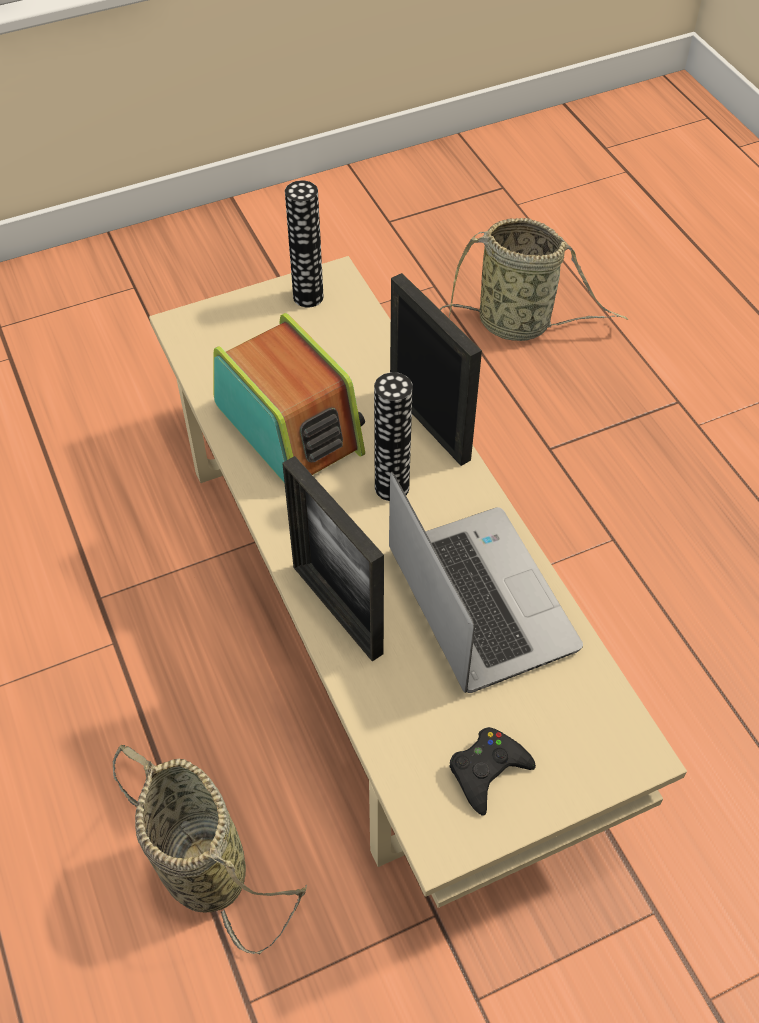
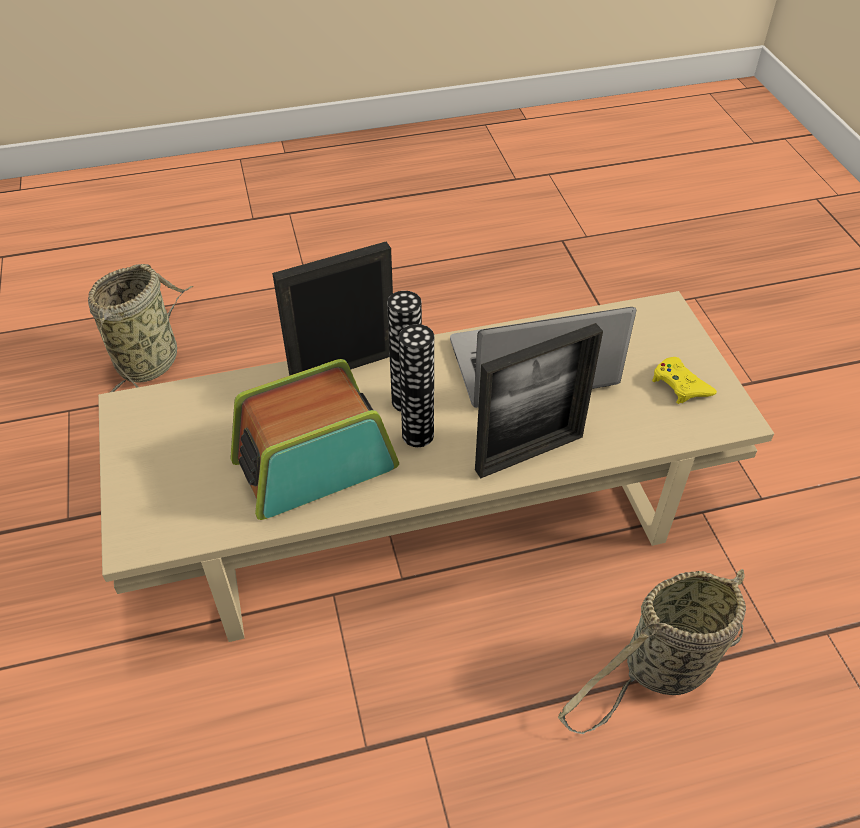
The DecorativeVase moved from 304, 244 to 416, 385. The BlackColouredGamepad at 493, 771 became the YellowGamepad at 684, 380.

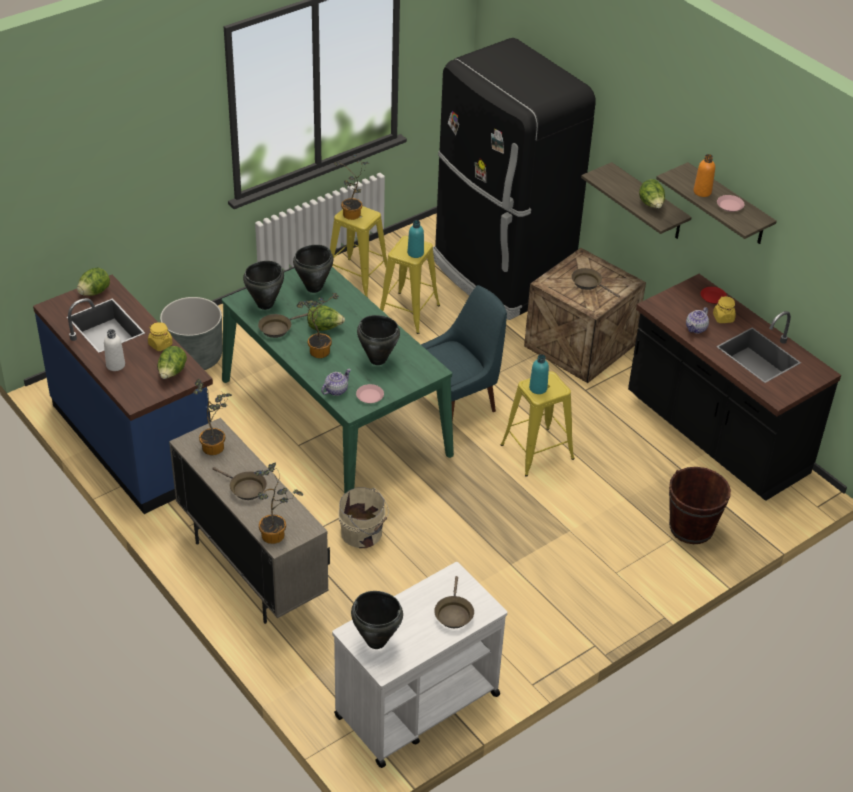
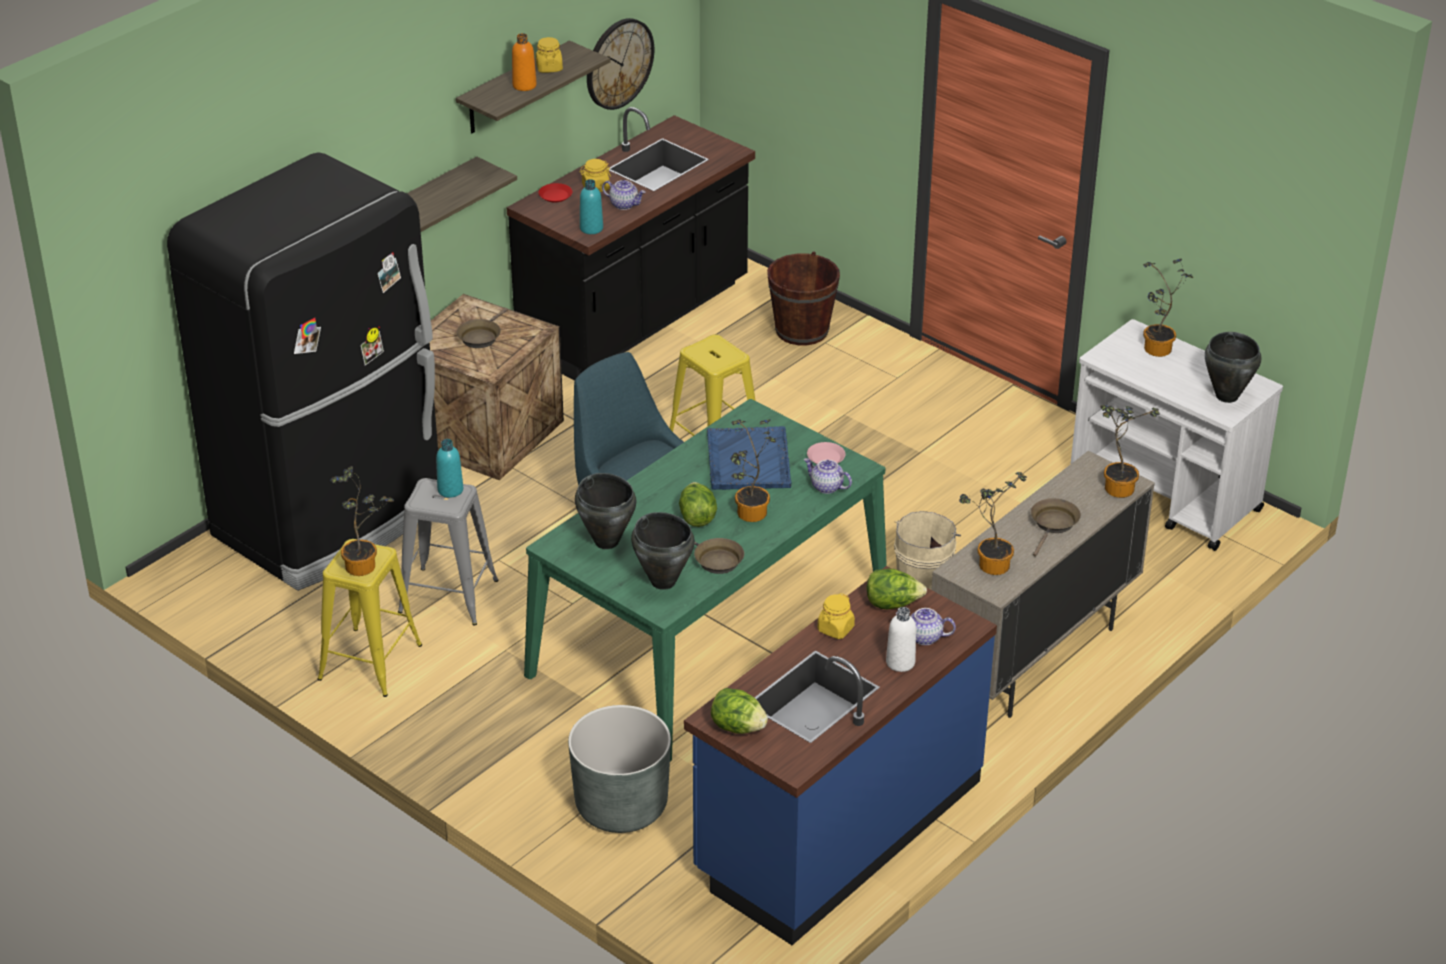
The BlackColouredCookingPot at 378, 340 was replaced by the BlueServingTray at 749, 458. The YellowStool at 410, 285 became the GreyishStool at 448, 552. The BrownPan at 454, 602 was replaced by the PottedPlant at 1168, 308. The TurquoiseColouredBeverageBottle moved from 539, 374 to 591, 206. The Lettuce at 652, 193 disappeared. The PinkPlate at 731, 203 was replaced by the YellowStorageJar at 549, 55. The WallClock at 620, 64 appeared. The TeaPot at 926, 626 appeared.

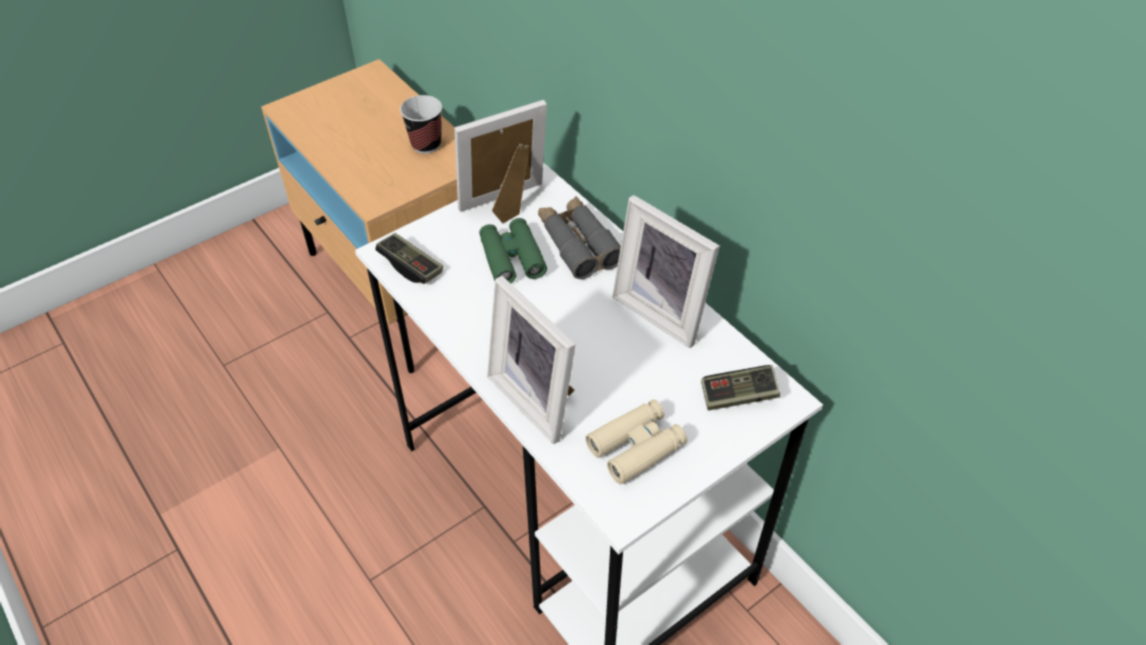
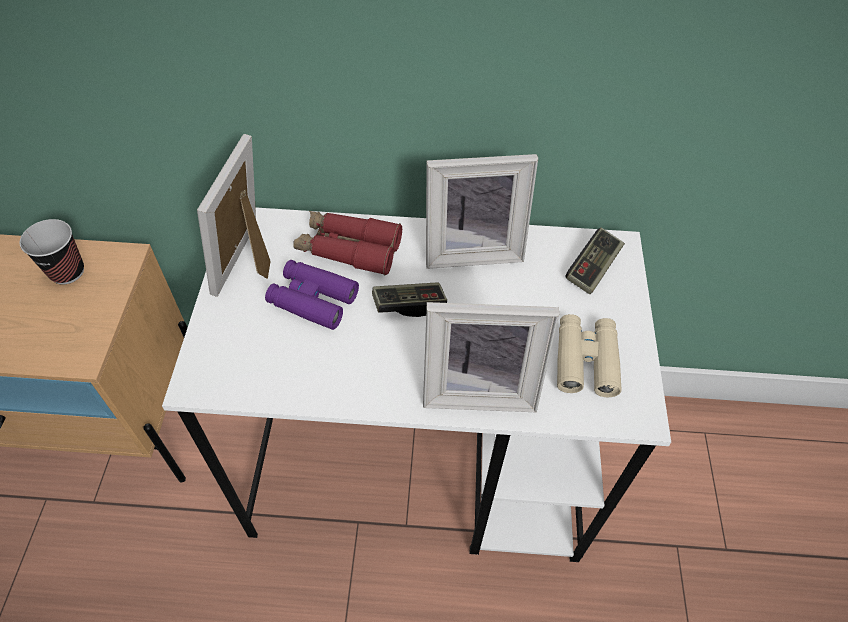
The Gamepad moved from 409, 258 to 409, 299. The GreenFieldGlasses at 513, 250 became the PurpleFieldGlasses at 312, 295. The GreyishFieldGlasses at 579, 237 became the RedColouredFieldGlasses at 347, 243.

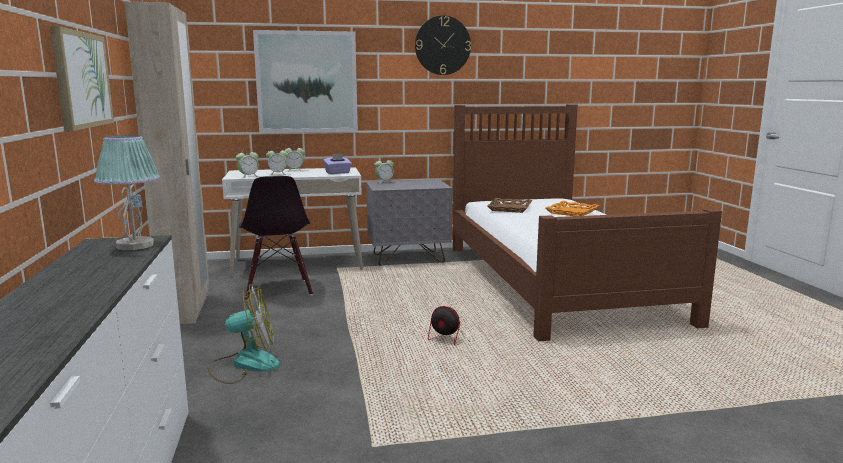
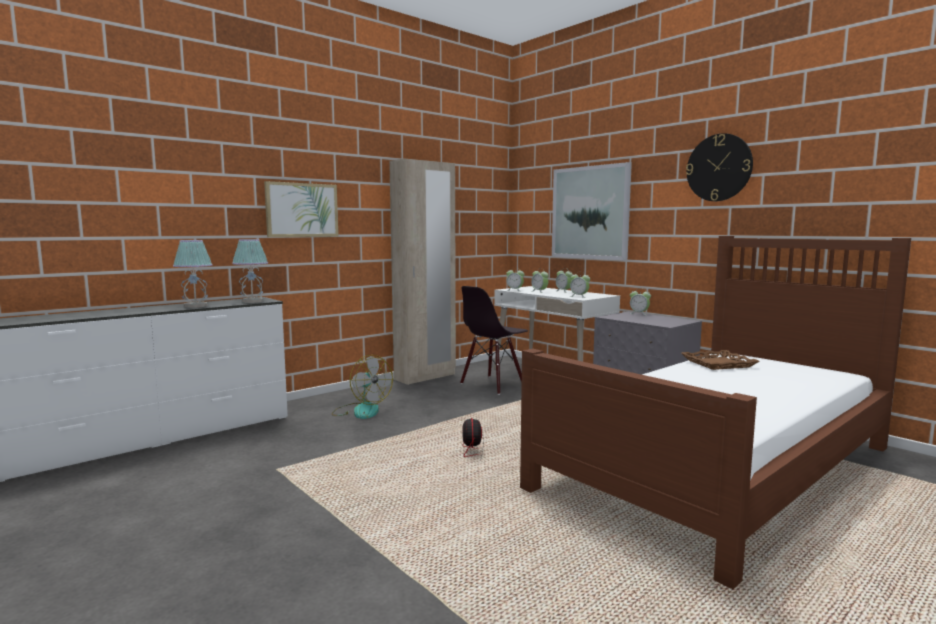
The PurpleBoxOfTissues at 337, 163 was replaced by the AlarmClock at 580, 284. The OrangeyServingTray at 572, 208 disappeared. The TabletopLamp at 193, 274 appeared.

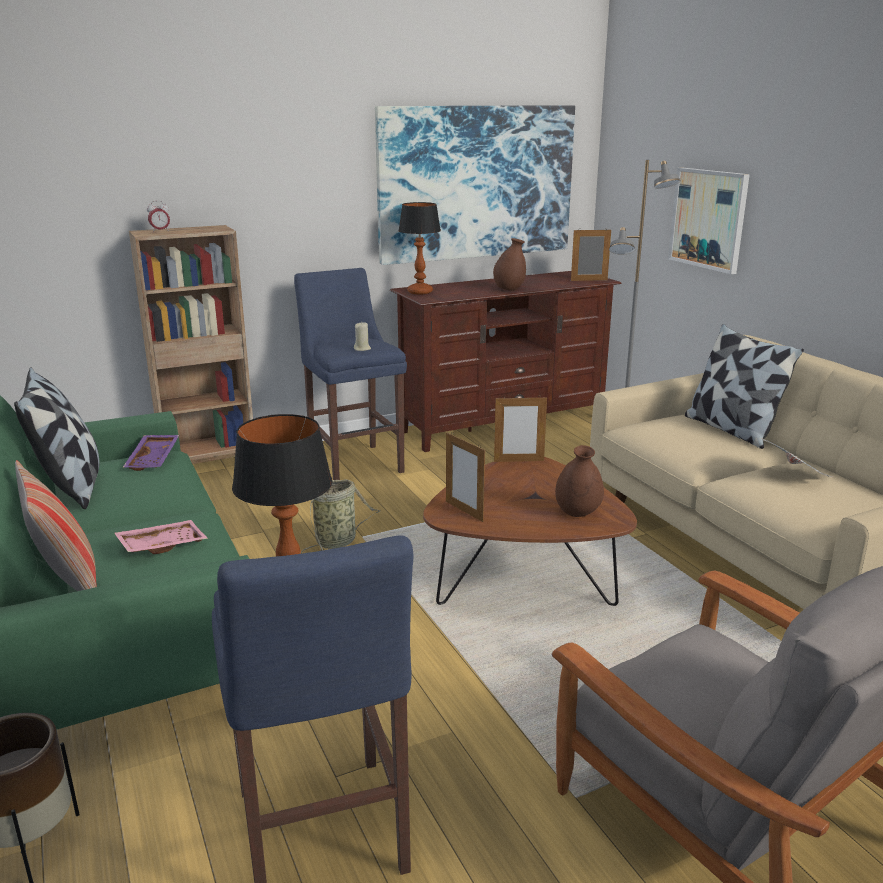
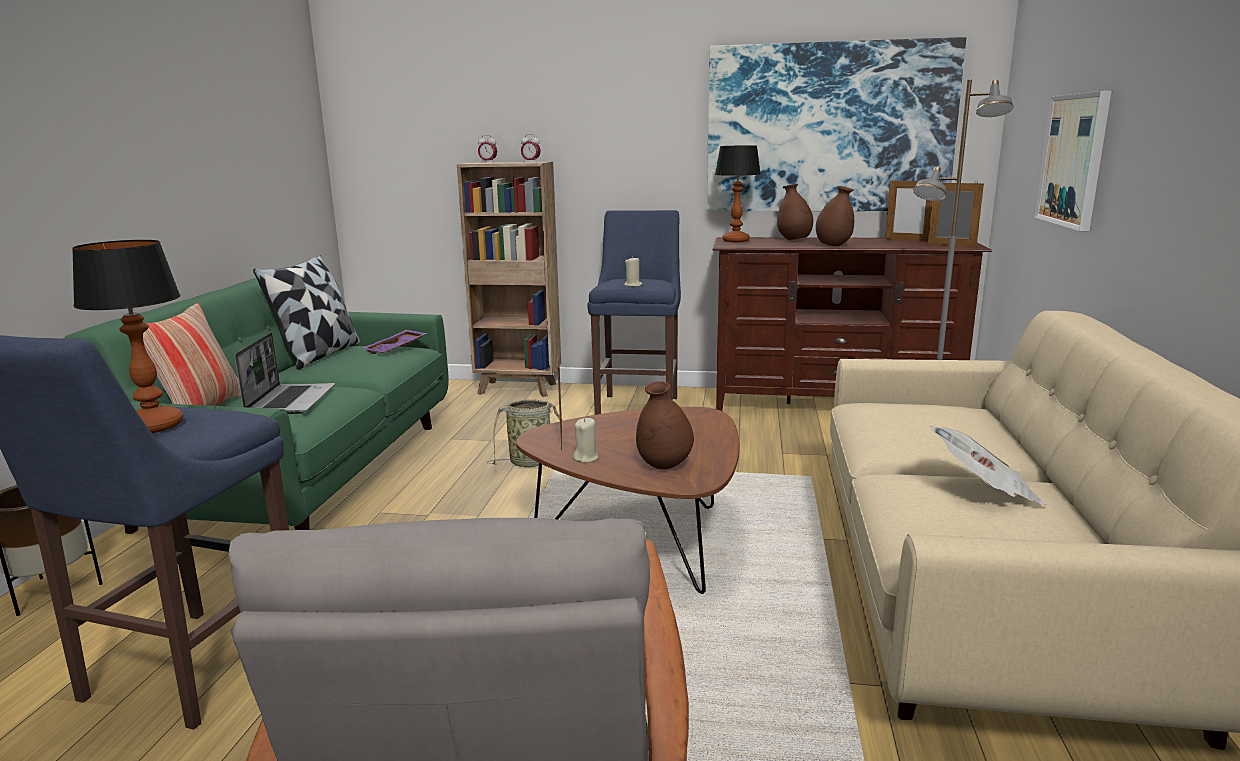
The PinkServingTray at 161, 537 was replaced by the NotebookComputer at 285, 373. The StandingFrame moved from 520, 428 to 908, 211. The Cushion at 744, 386 disappeared. The AlarmClock at 531, 147 appeared. The BeigeColouredWaxLight at 585, 440 appeared. The BrownDecorativeVase at 795, 212 appeared.

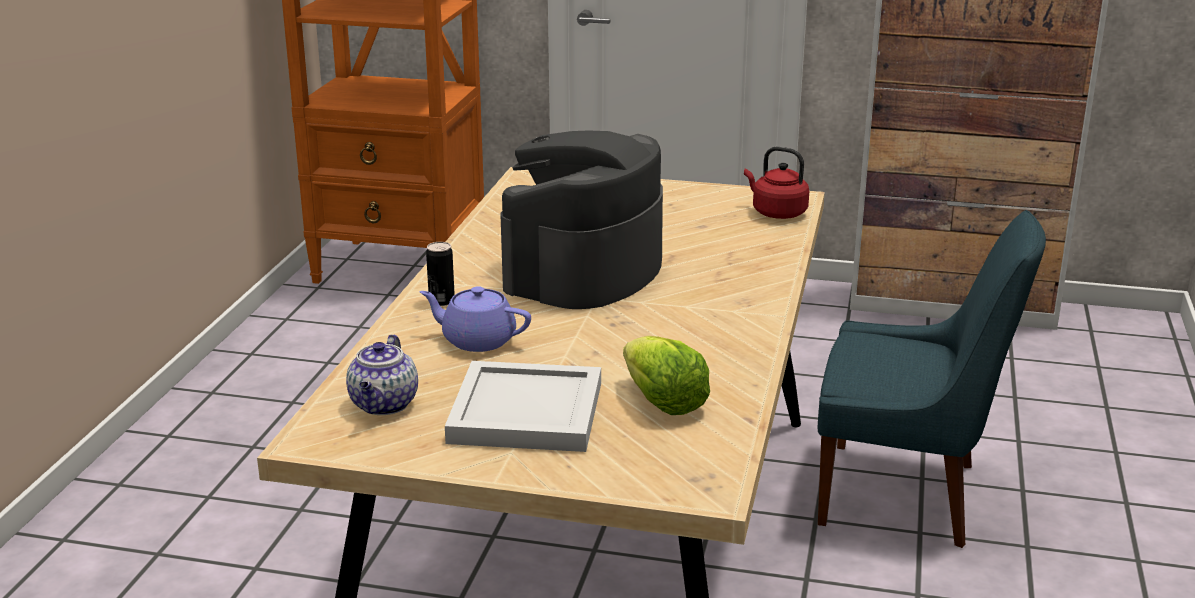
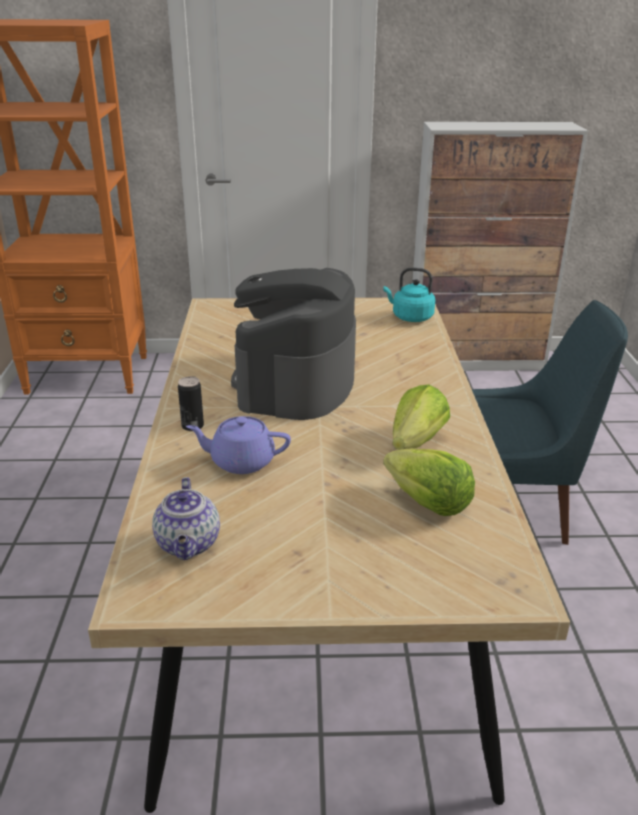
The WhiteServingTray at 523, 406 disappeared. The RedColouredWaterKettle at 776, 182 became the TurquoiseColouredWaterKettle at 409, 295. The Lettuce at 421, 417 appeared.

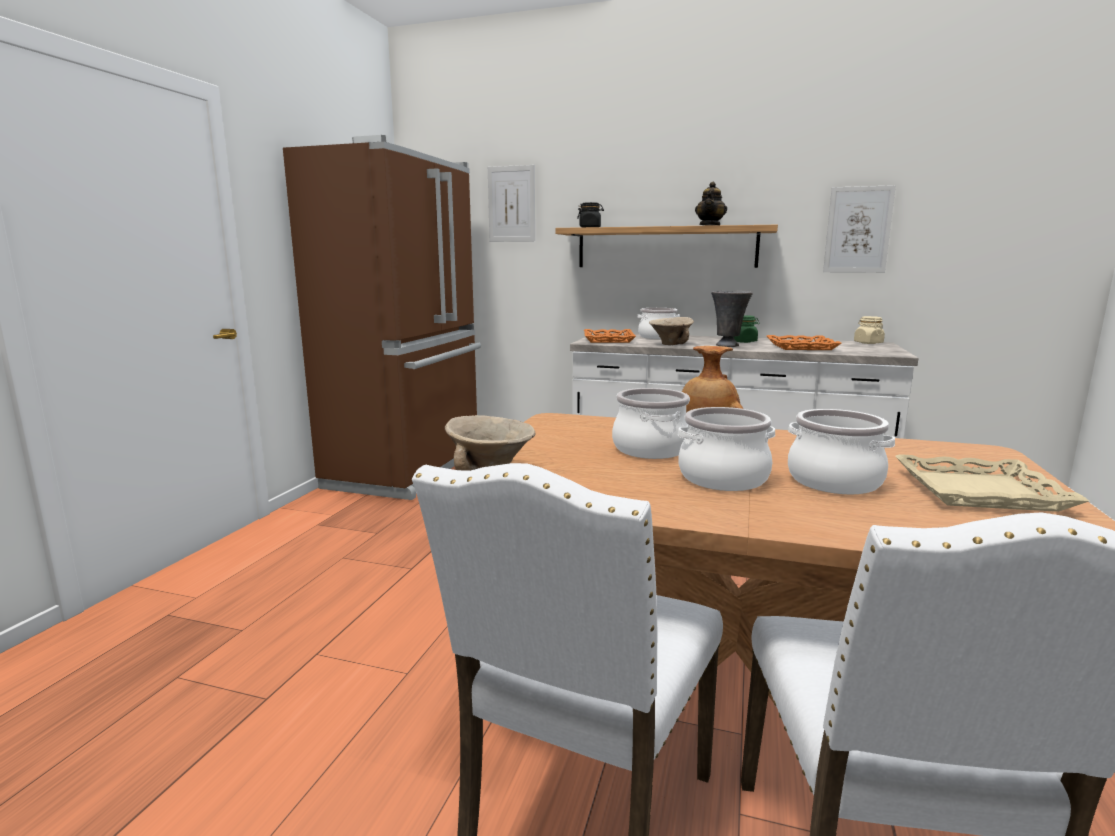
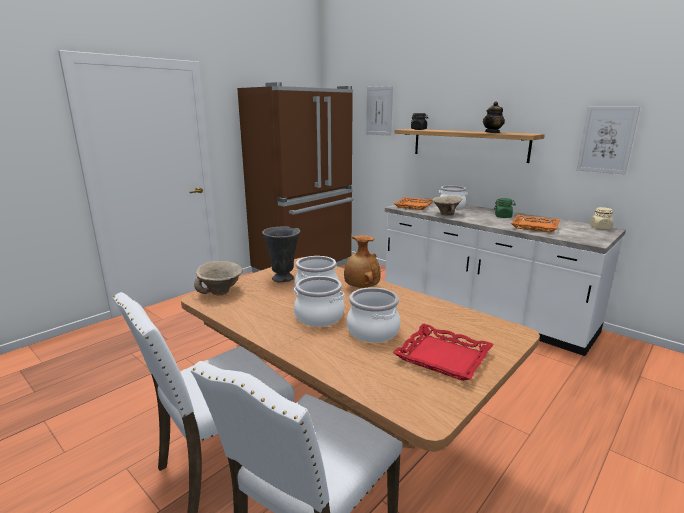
The GreyishDecorativeVase moved from 732, 319 to 281, 254. The BeigeColouredServingTray at 992, 483 became the RedColouredServingTray at 443, 352.

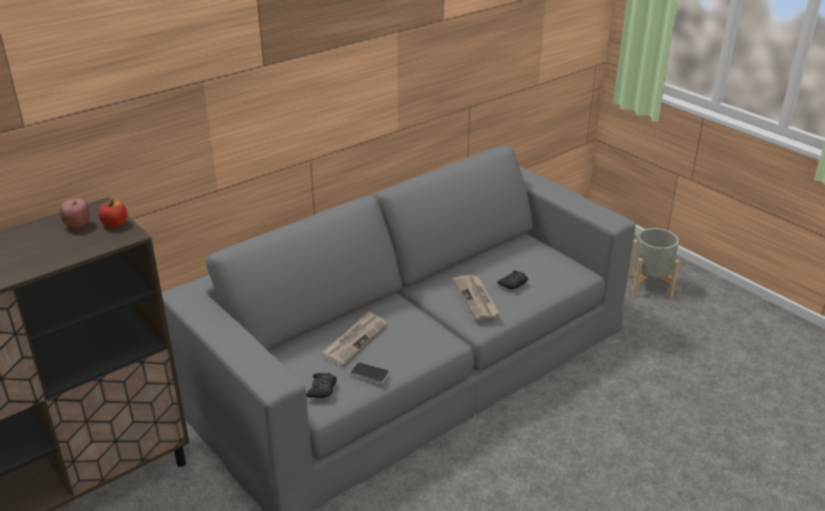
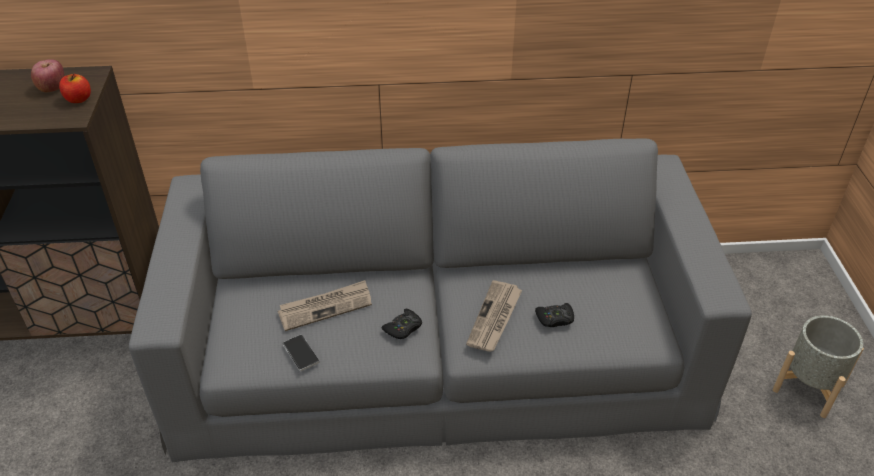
The BlackColouredGamepad moved from 321, 385 to 402, 324.

